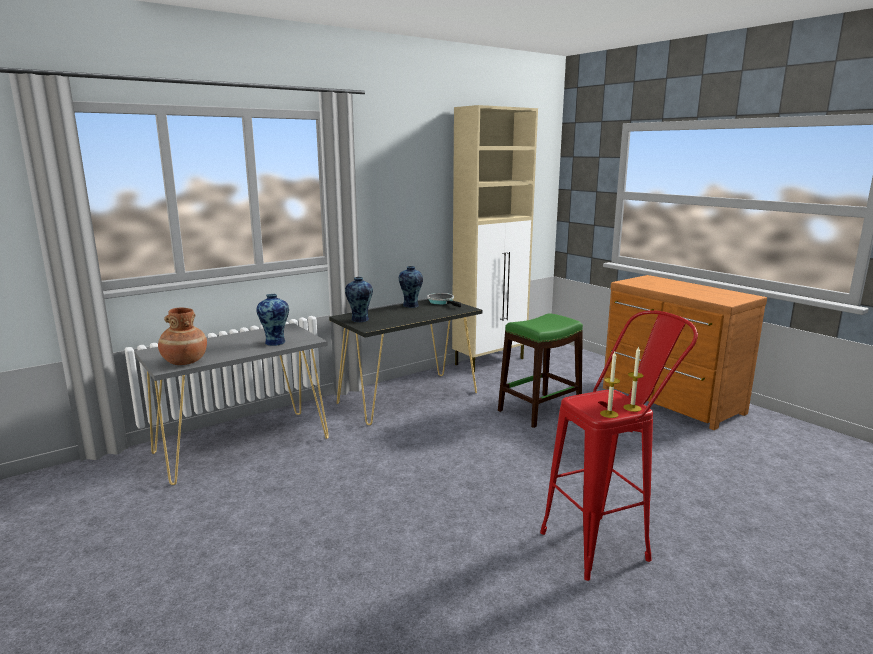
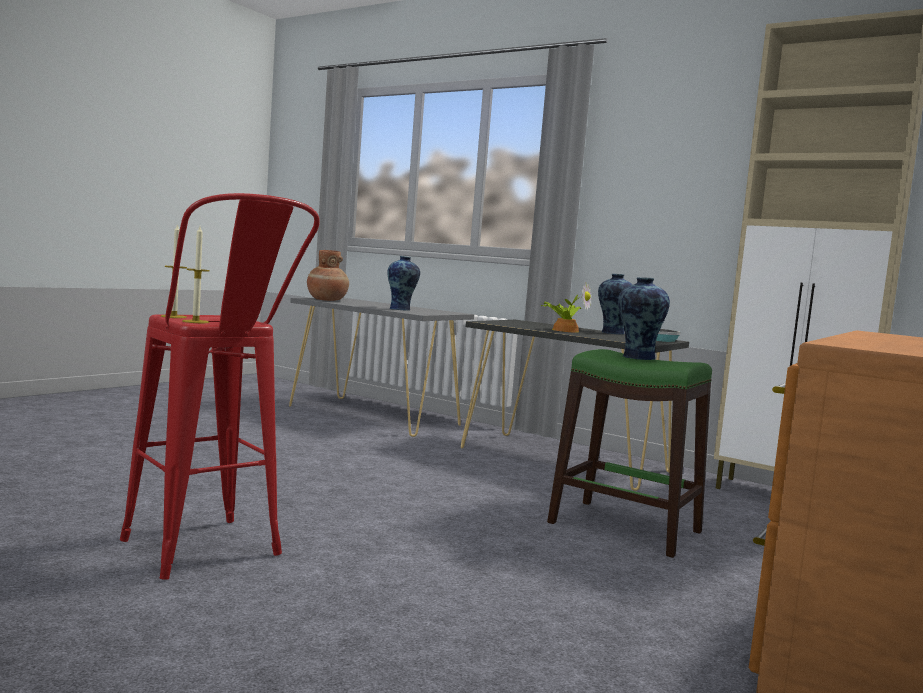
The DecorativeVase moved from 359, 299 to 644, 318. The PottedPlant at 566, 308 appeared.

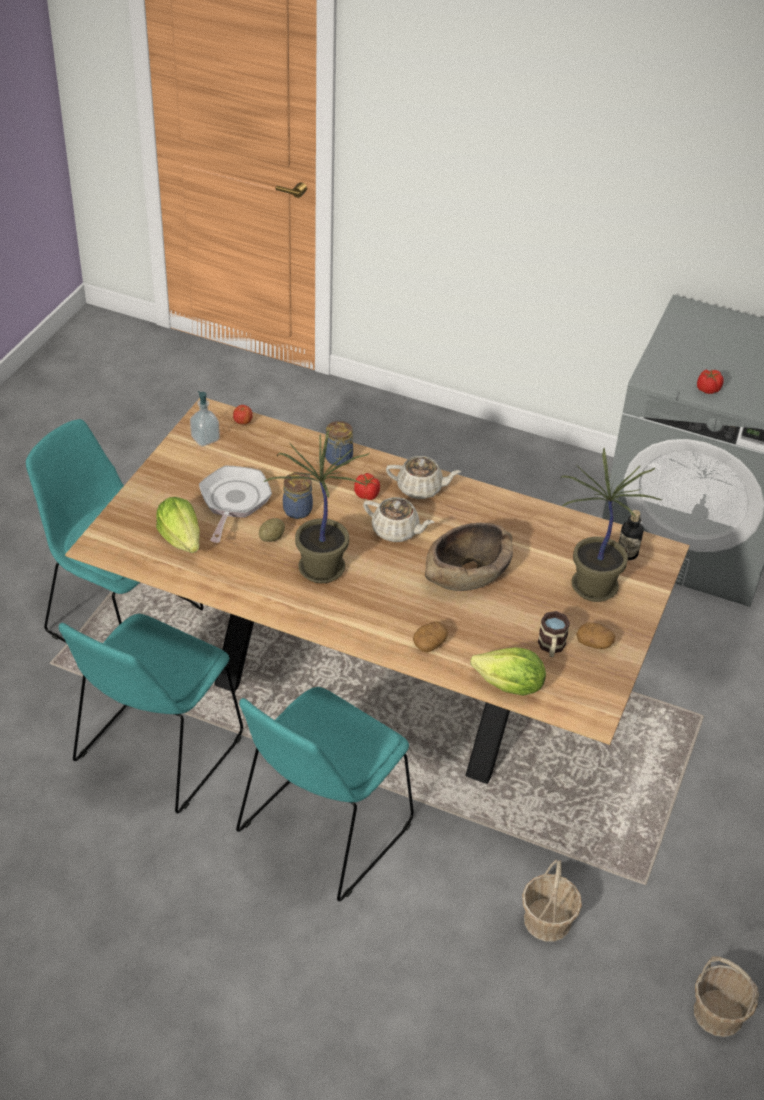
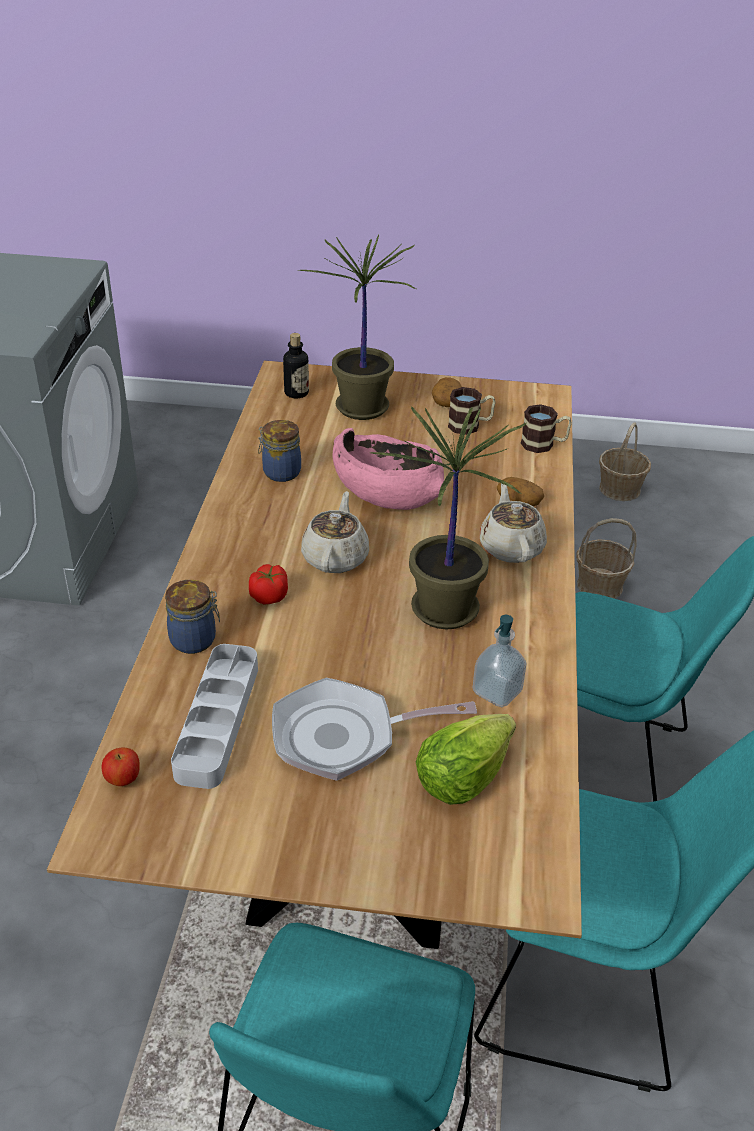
The SoapBottle moved from 205, 418 to 500, 661. The Potato at 272, 530 disappeared. The StorageJar moved from 298, 495 to 279, 451. The BeigeColouredTeaPot moved from 423, 477 to 513, 523. The BrownDeepDish at 469, 557 became the PinkDeepDish at 388, 469. The Lettuce at 508, 671 was replaced by the TeaMug at 546, 428. The Tomato at 710, 382 disappeared. The GreyishServingTray at 214, 716 appeared.

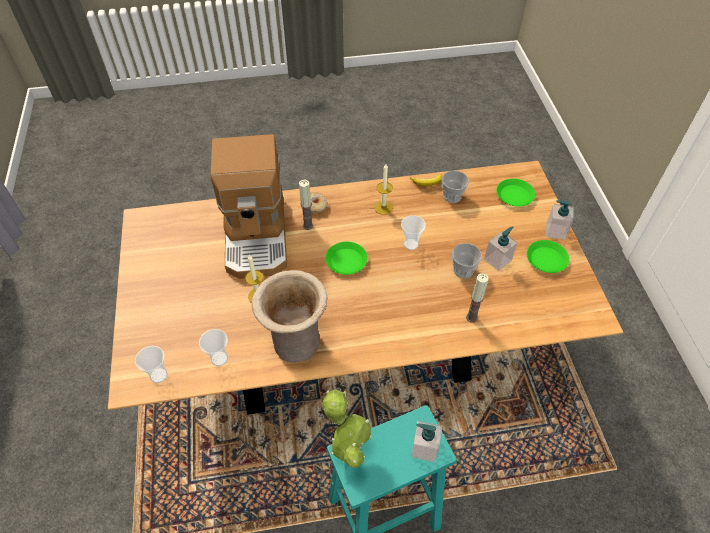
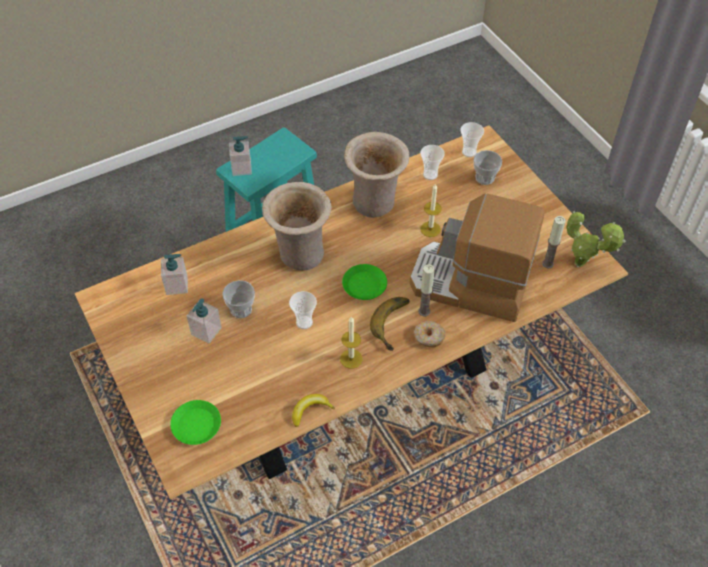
The CoffeeBrewer at 248, 206 turned 45 degrees counterclockwise. The PottedPlant moved from 346, 428 to 596, 239. The Cup moved from 455, 186 to 487, 167. The WaxLight moved from 477, 298 to 554, 242. The GreenPlate at 548, 256 disappeared. The SoapBottle moved from 560, 220 to 174, 274. The BeigeColouredDecorativeVase at 297, 226 appeared. The BananaFruit at 389, 324 appeared.

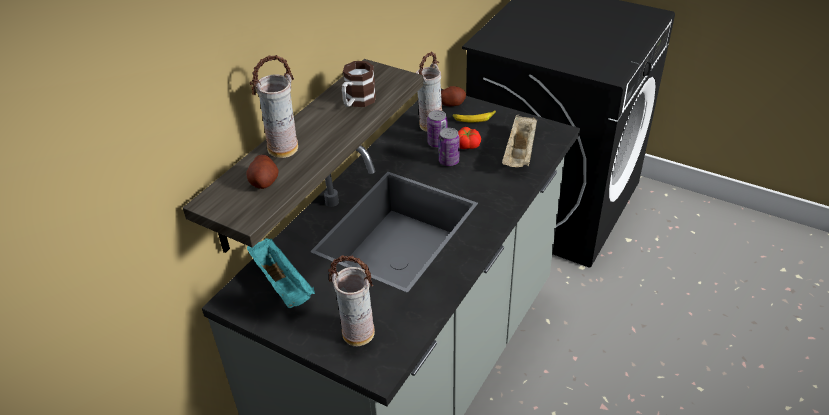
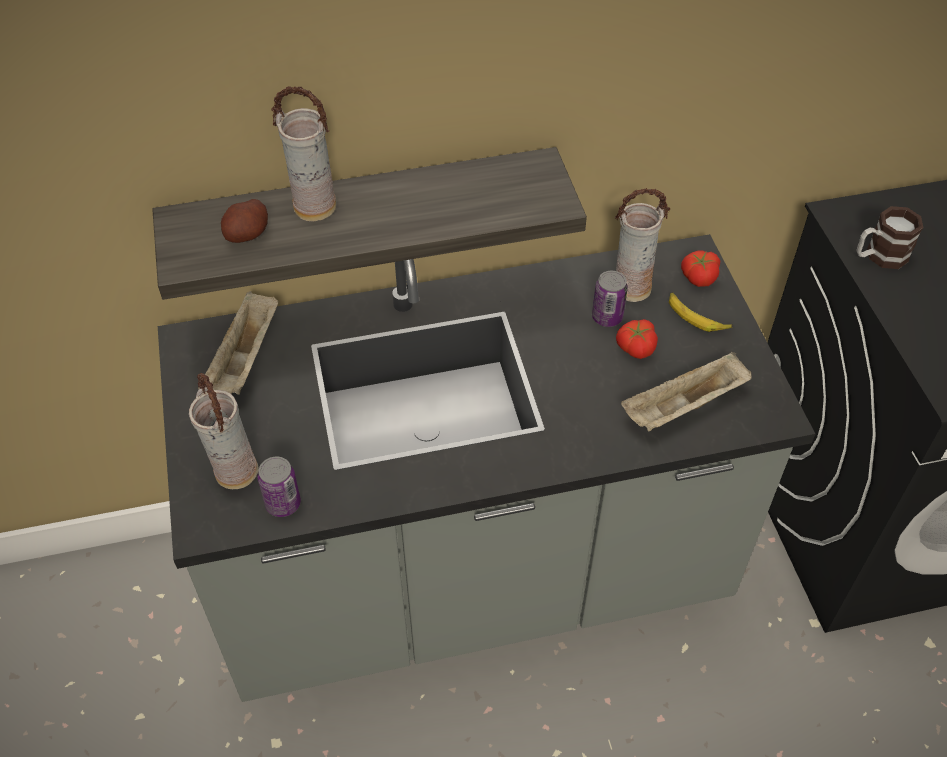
The TurquoiseColouredServingTray at 281, 273 became the BeigeColouredServingTray at 238, 343. The TeaMug moved from 359, 84 to 889, 237. The MetalCan moved from 449, 147 to 279, 486. The Potato at 453, 96 was replaced by the Tomato at 700, 268.

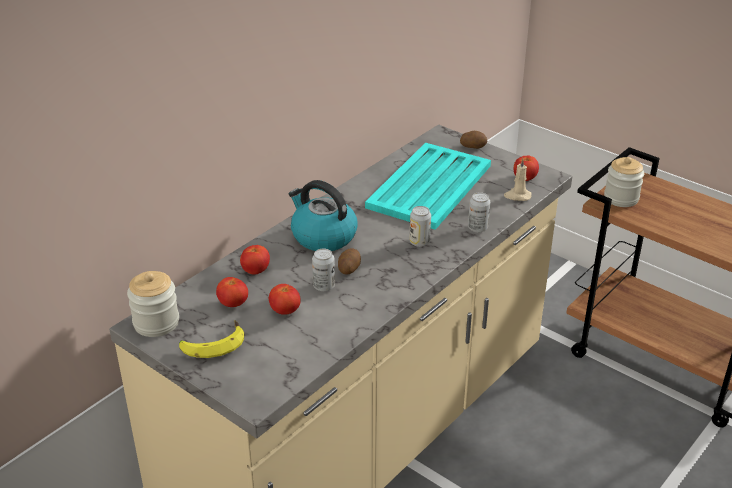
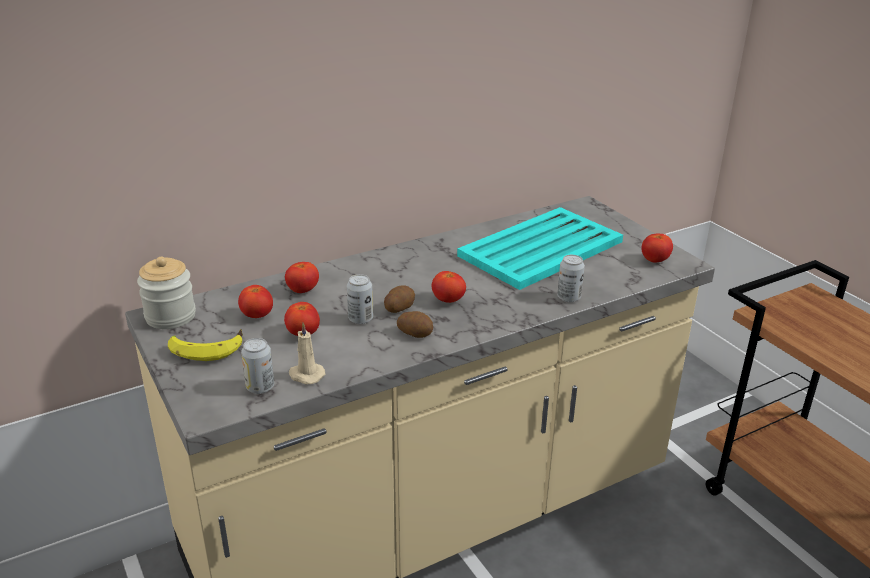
The WaterKettle at 323, 215 disappeared. The MetalCan moved from 420, 226 to 257, 366. The Potato moved from 473, 140 to 415, 324. The BeigeColouredWaxLight moved from 518, 179 to 307, 353. The StorageJar at 624, 182 disappeared. The Tomato at 449, 287 appeared.

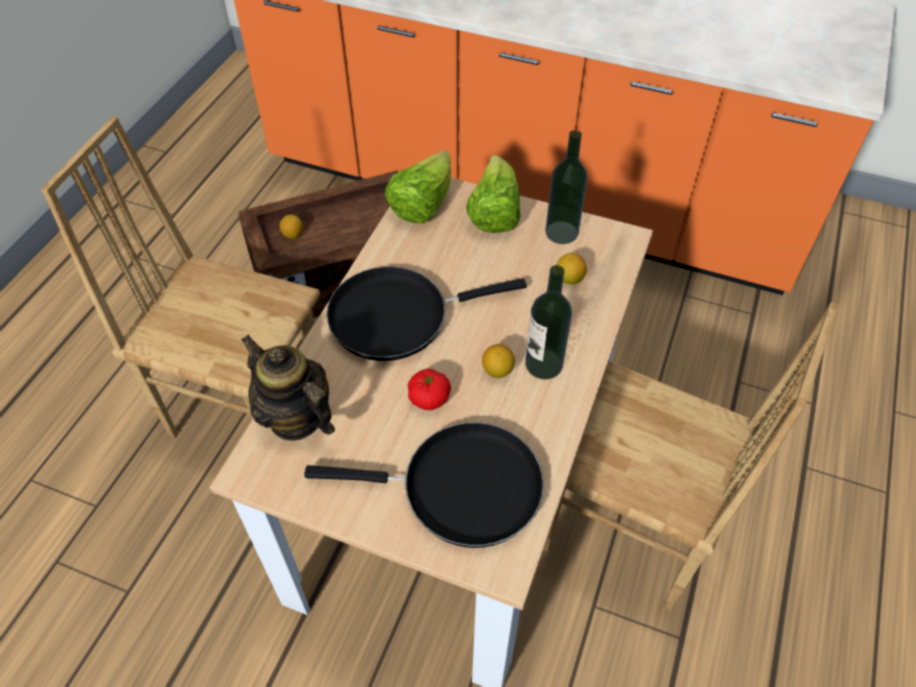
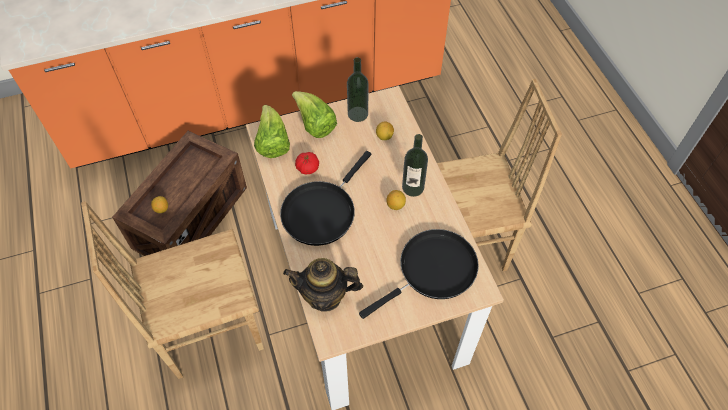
The Tomato moved from 429, 389 to 307, 163.

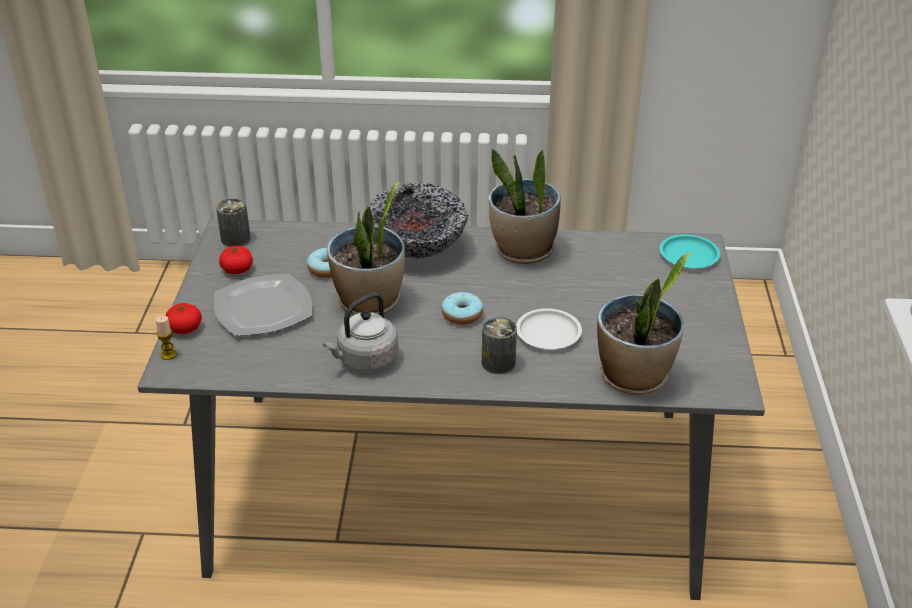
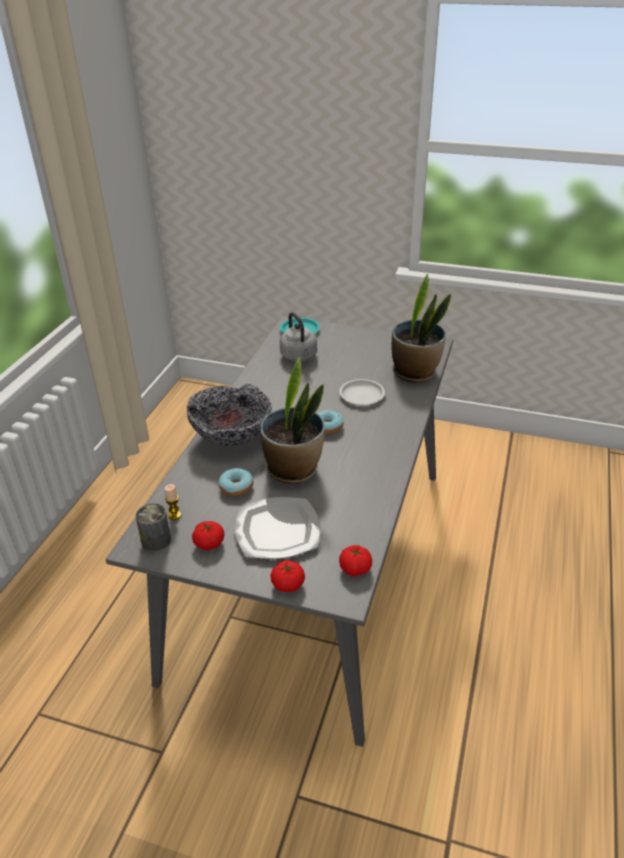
The WaxLight moved from 166, 338 to 173, 502. The GreyishWaterKettle moved from 360, 332 to 298, 337. The MetalCan at 499, 345 disappeared. The PottedPlant at 525, 206 disappeared. The Tomato at 355, 560 appeared.

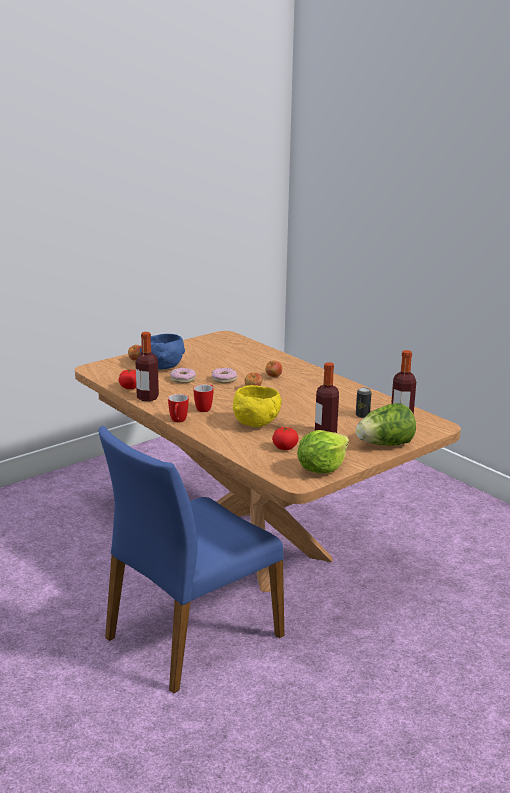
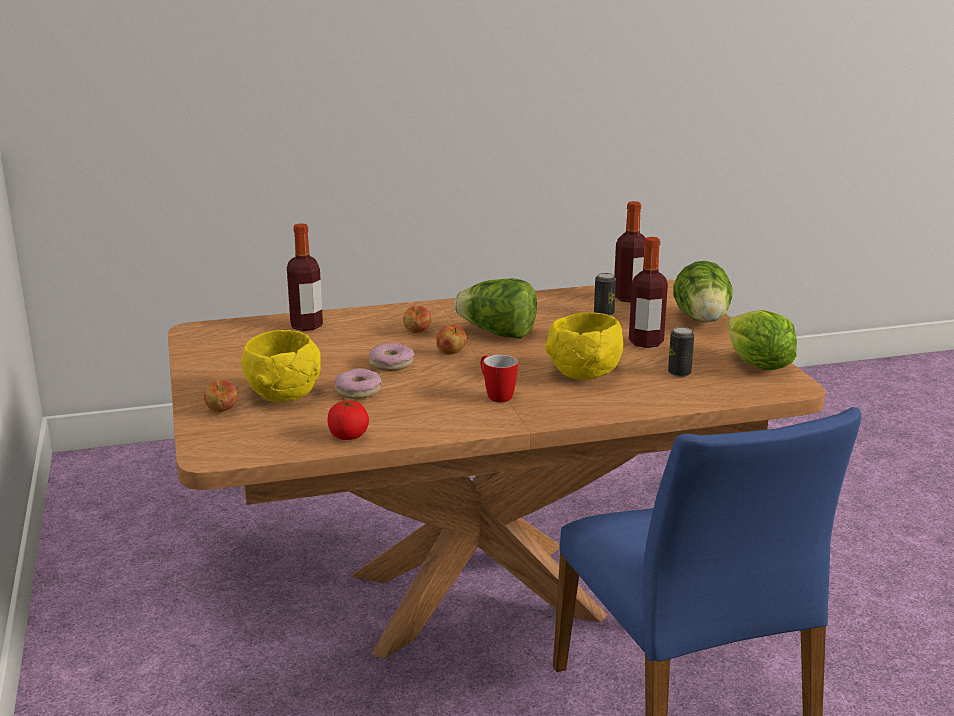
The BeverageBottle moved from 147, 366 to 305, 277. The BlueDeepDish at 162, 351 became the YellowDeepDish at 281, 366. The TeaMug at 178, 408 disappeared. The Tomato at 285, 438 was replaced by the MetalCan at 681, 352. The Lettuce at 495, 308 appeared.

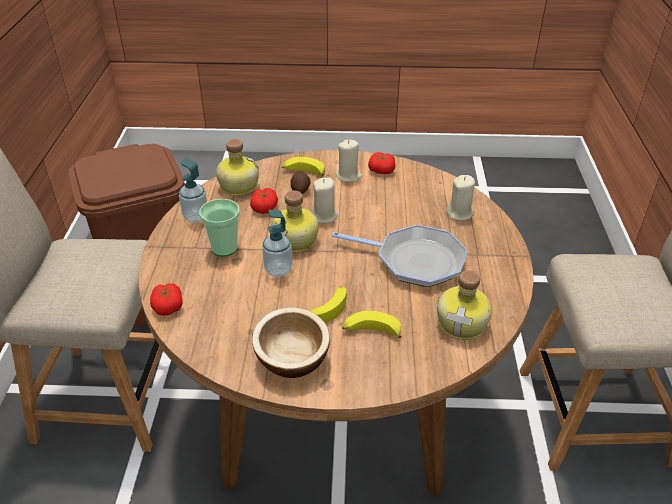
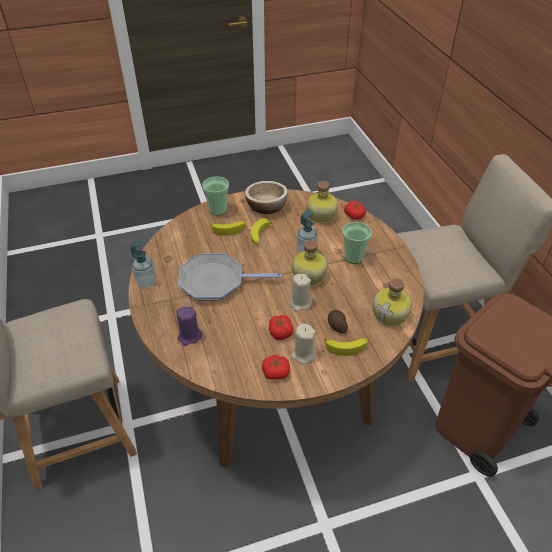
The SoapBottle moved from 193, 190 to 143, 264. The Tomato moved from 264, 201 to 281, 327. The BeverageBottle moved from 464, 305 to 322, 202. The BeigeColouredWaxLight at 460, 197 became the PurpleWaxLight at 189, 326. The Cup at 215, 196 appeared.

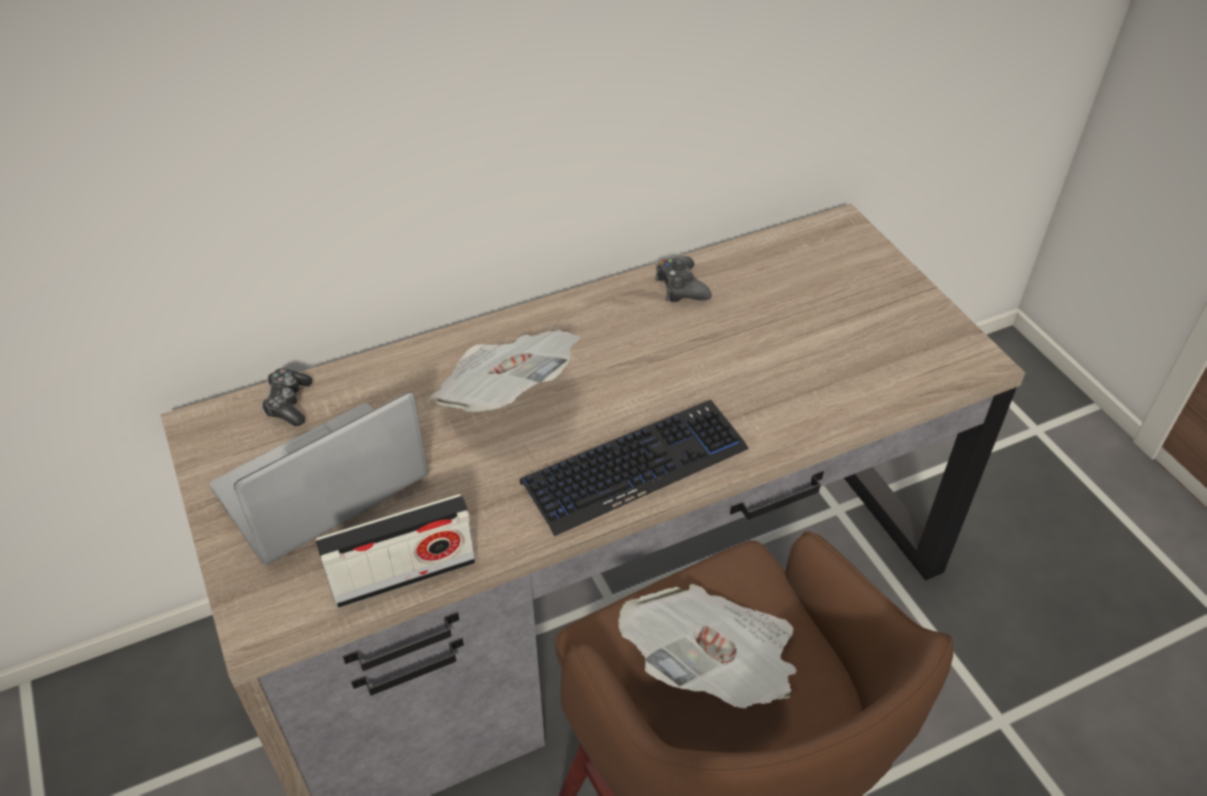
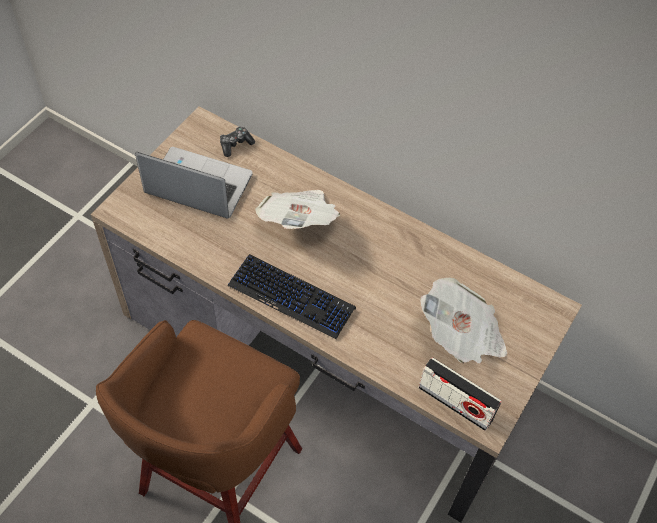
The RadioReceiver moved from 396, 551 to 460, 394. The DailyPaper moved from 708, 646 to 464, 320. The BlackColouredGamepad at 683, 279 disappeared.

